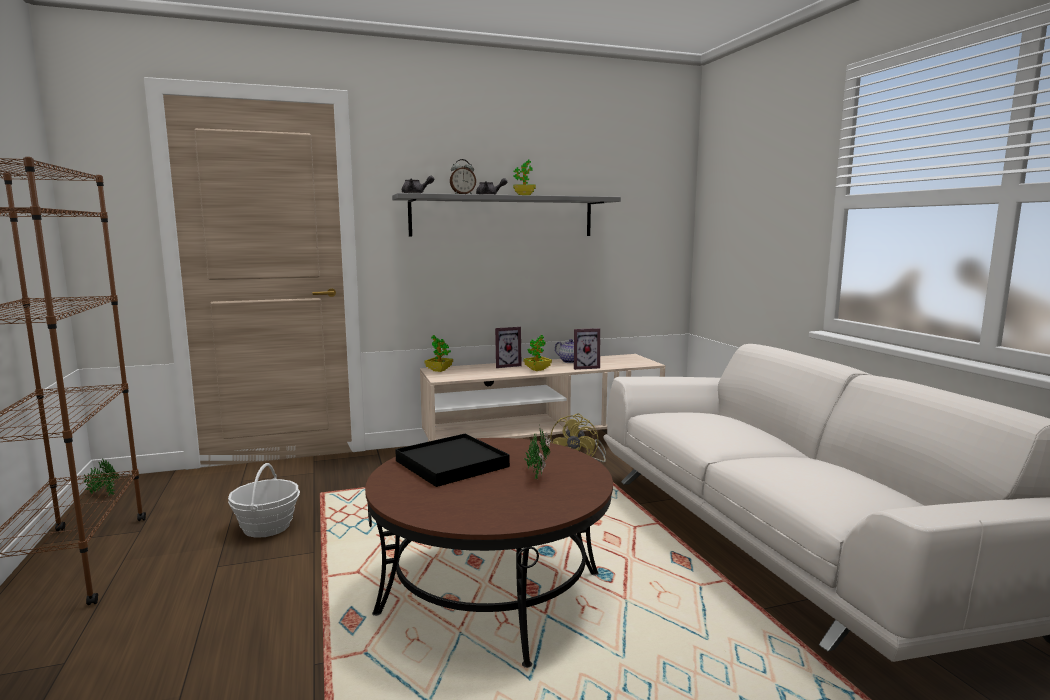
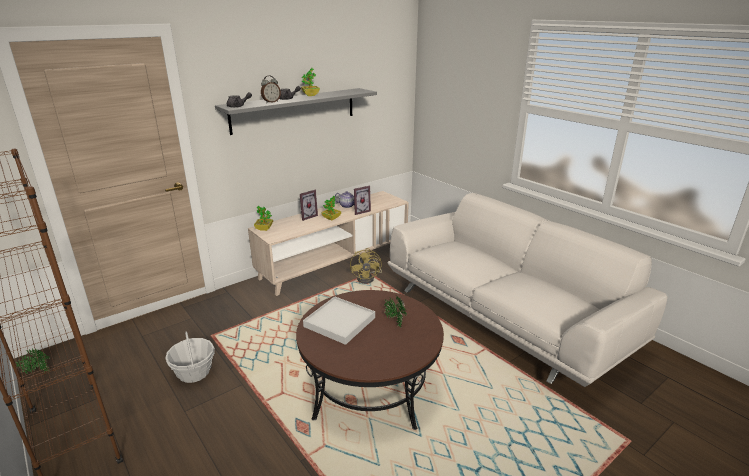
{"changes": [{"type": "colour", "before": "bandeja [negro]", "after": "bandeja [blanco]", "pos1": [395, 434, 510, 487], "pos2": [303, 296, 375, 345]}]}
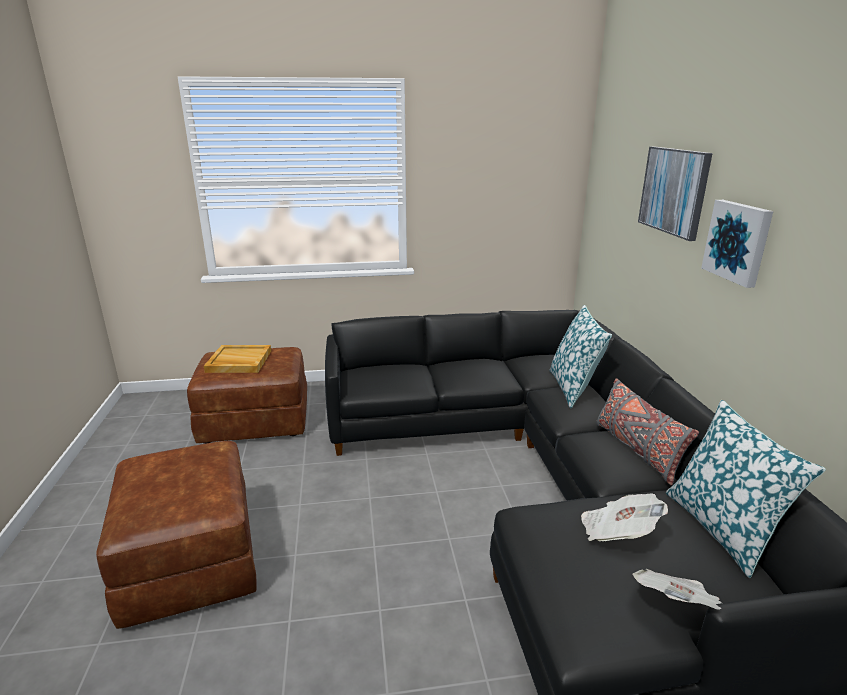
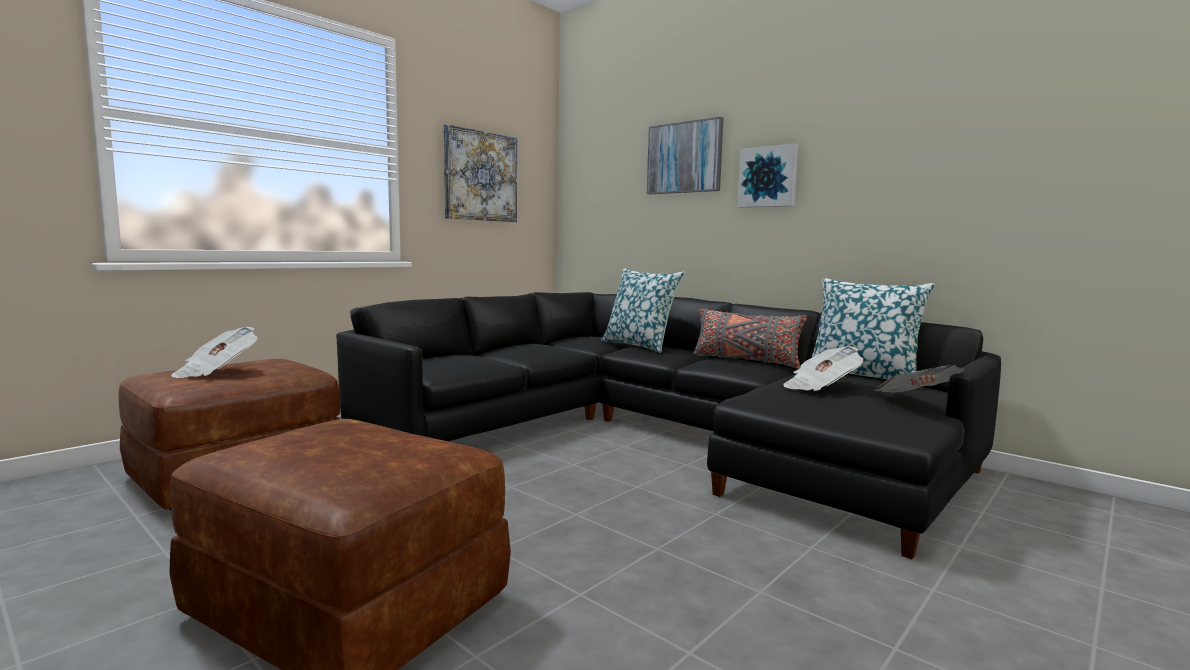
{"changes": [{"type": "exchanged", "before": "bandeja [beis]", "after": "periódico", "pos1": [204, 345, 271, 373], "pos2": [171, 327, 257, 378]}, {"type": "appeared", "after": "cuadro", "pos2": [444, 124, 517, 222]}]}
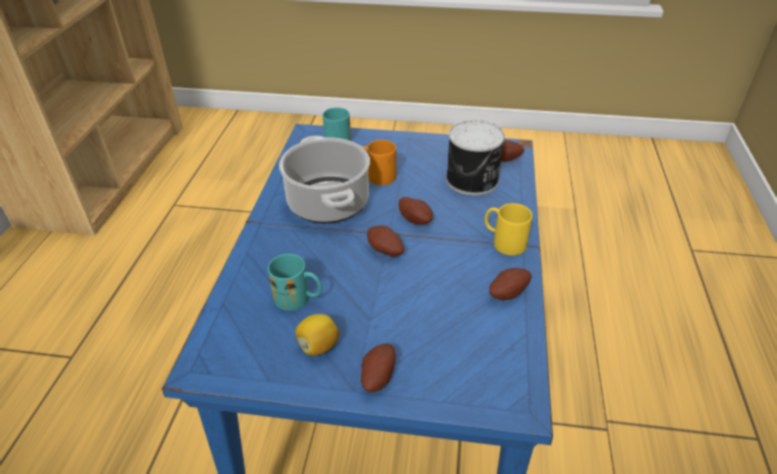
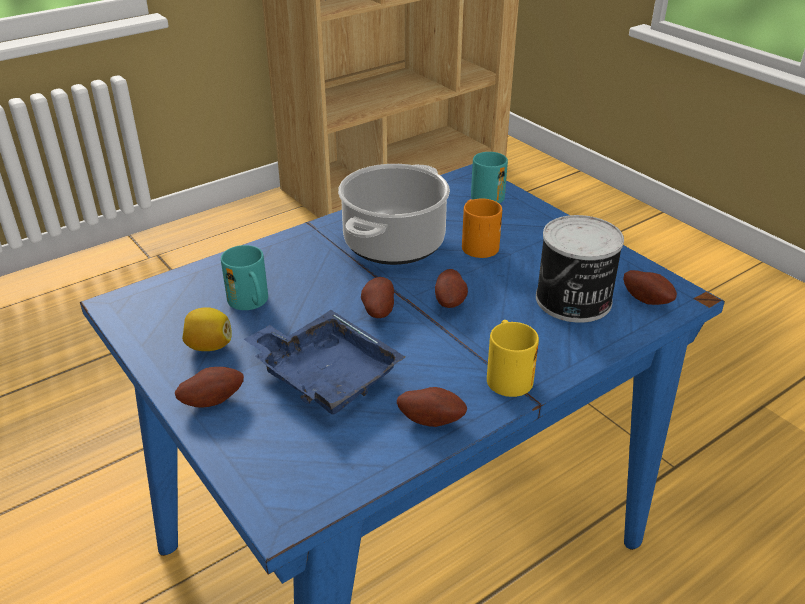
{"changes": [{"type": "appeared", "after": "bandeja [azul]", "pos2": [244, 310, 405, 415]}]}
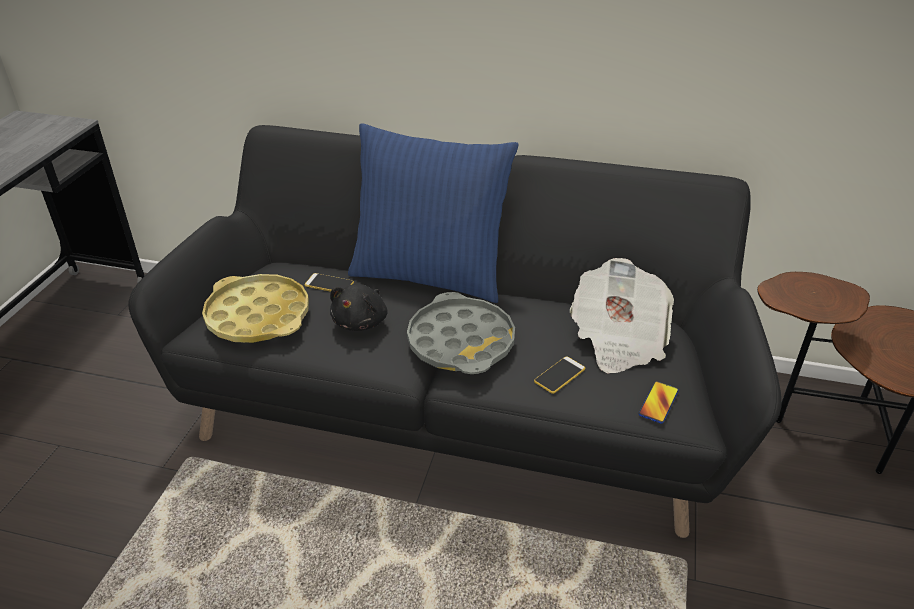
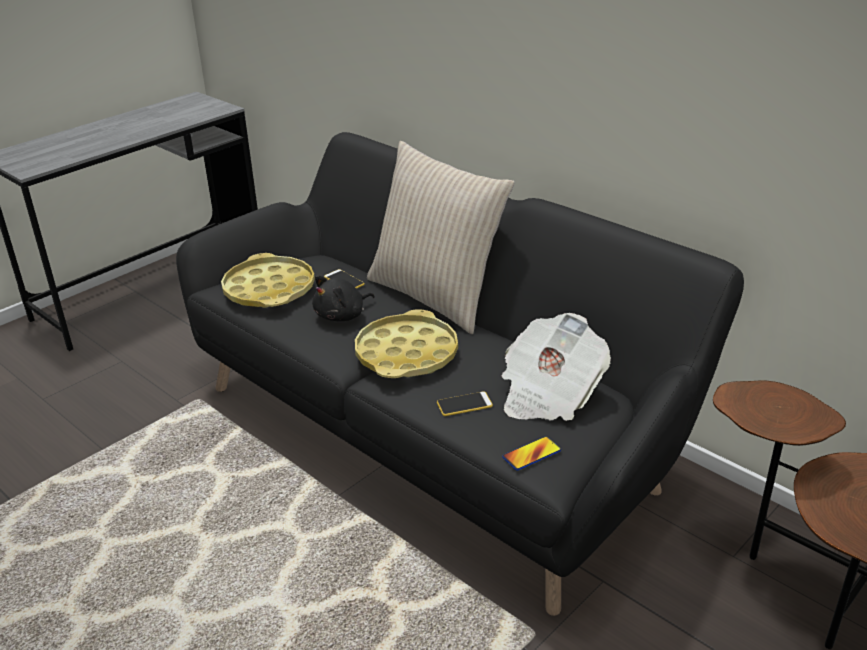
{"changes": [{"type": "colour", "before": "bandeja [gris]", "after": "bandeja [amarillo]", "pos1": [407, 292, 515, 374], "pos2": [355, 309, 458, 378]}, {"type": "colour", "before": "cojín [azul]", "after": "cojín [beis]", "pos1": [348, 123, 519, 303], "pos2": [367, 141, 515, 334]}]}
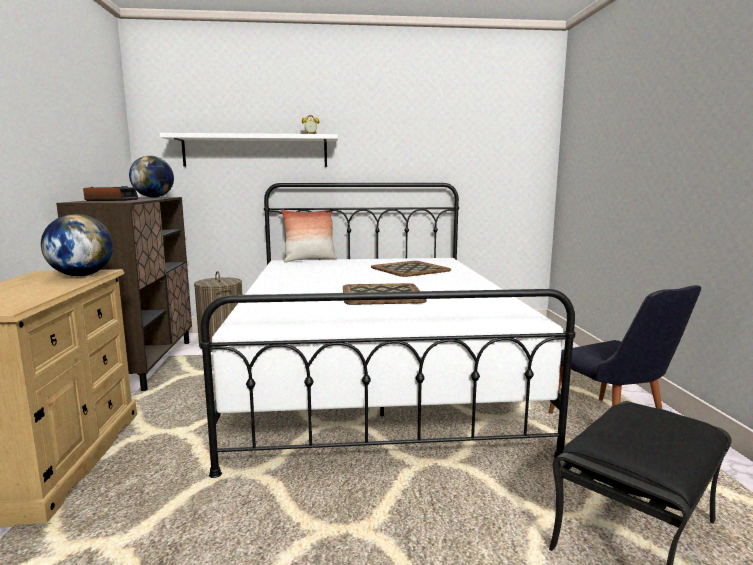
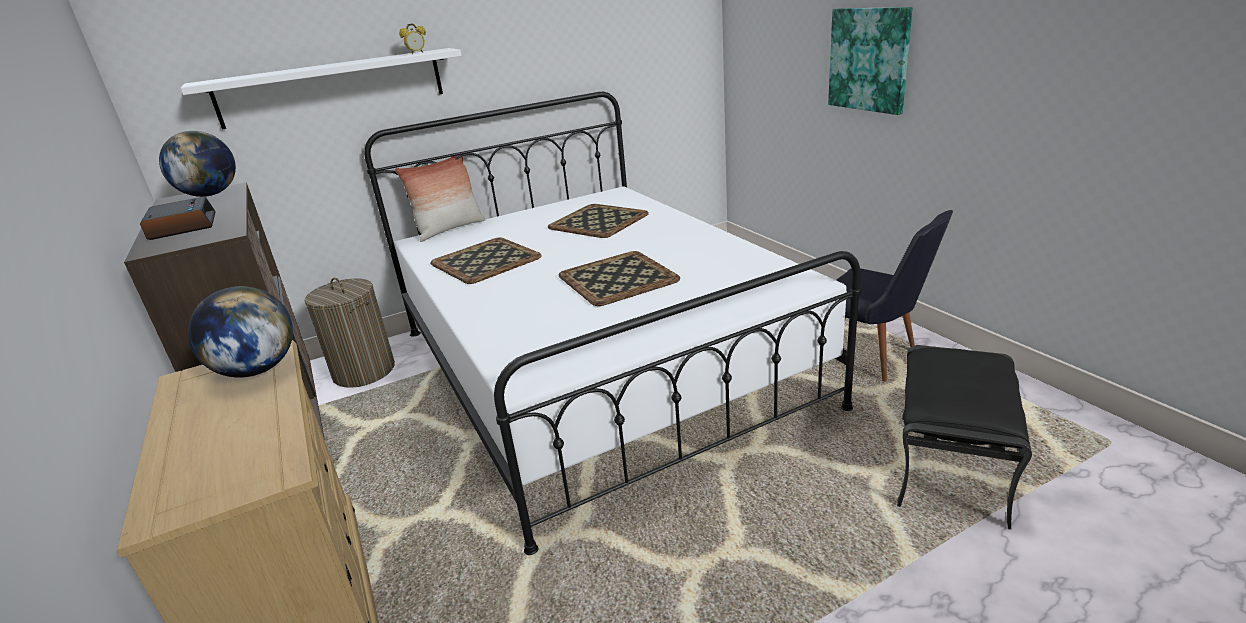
{"changes": [{"type": "appeared", "after": "bandeja", "pos2": [430, 237, 542, 284]}, {"type": "appeared", "after": "cuadro", "pos2": [828, 7, 913, 115]}]}
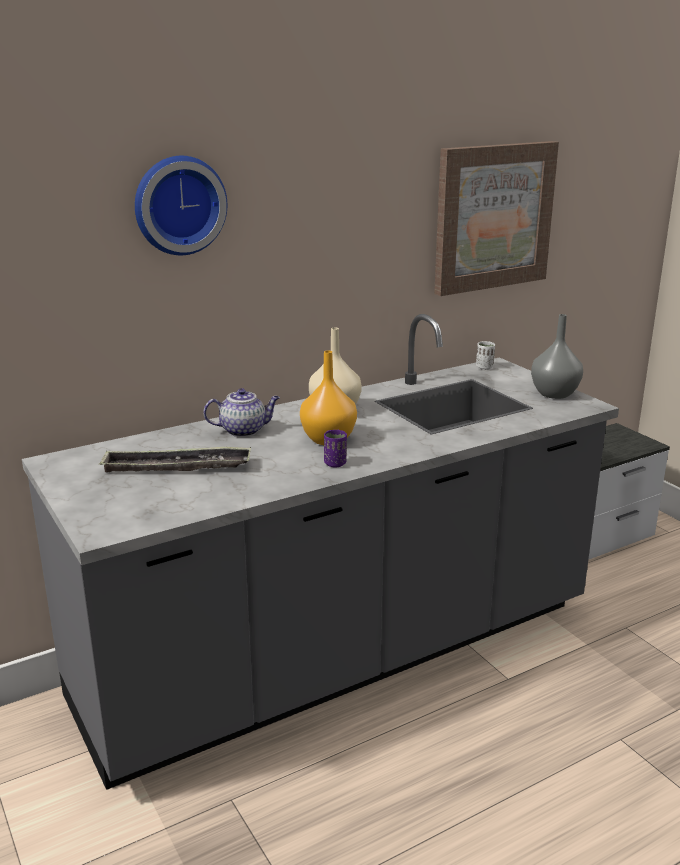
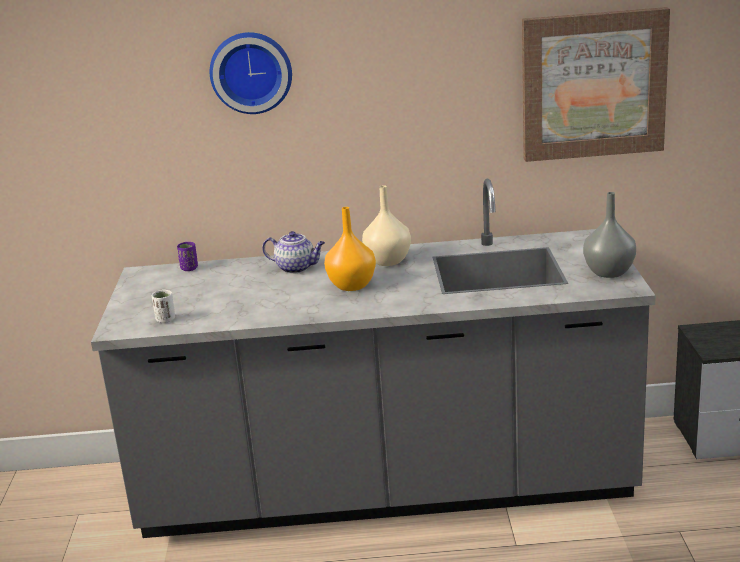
{"changes": [{"type": "relocated", "before": "taza [blanco]", "pos1": [476, 341, 495, 370], "pos2": [152, 290, 175, 323]}, {"type": "relocated", "before": "taza [morado]", "pos1": [324, 430, 347, 467], "pos2": [177, 242, 198, 271]}, {"type": "missing", "before": "bandeja", "pos1": [99, 447, 251, 473]}]}
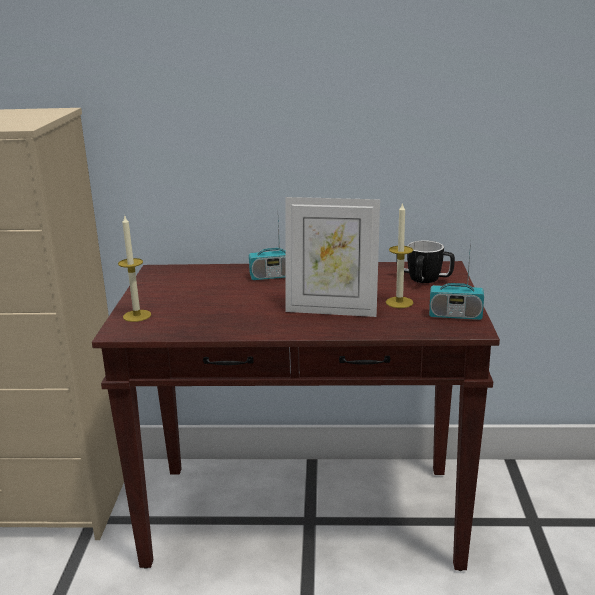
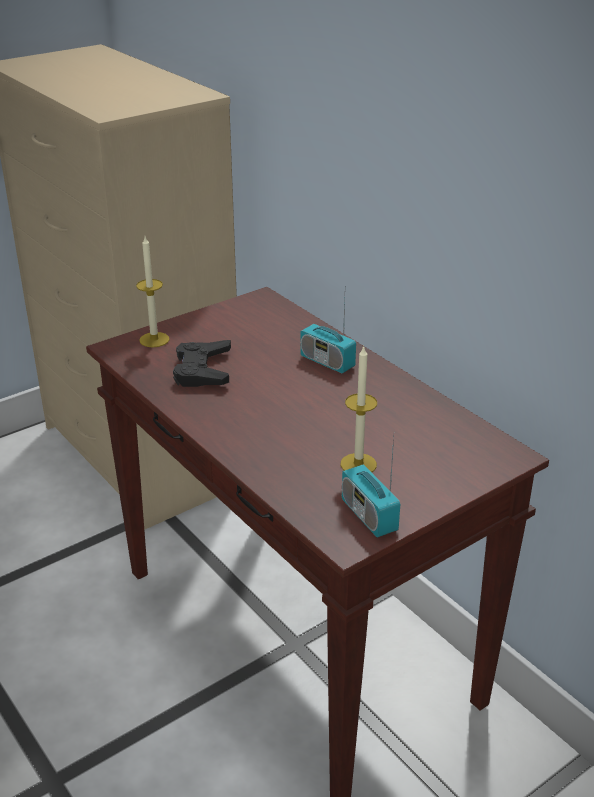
{"changes": [{"type": "appeared", "after": "mando de consola [negro]", "pos2": [173, 340, 231, 387]}, {"type": "missing", "before": "portarretratos", "pos1": [286, 197, 380, 317]}, {"type": "missing", "before": "taza grande", "pos1": [396, 240, 455, 283]}]}
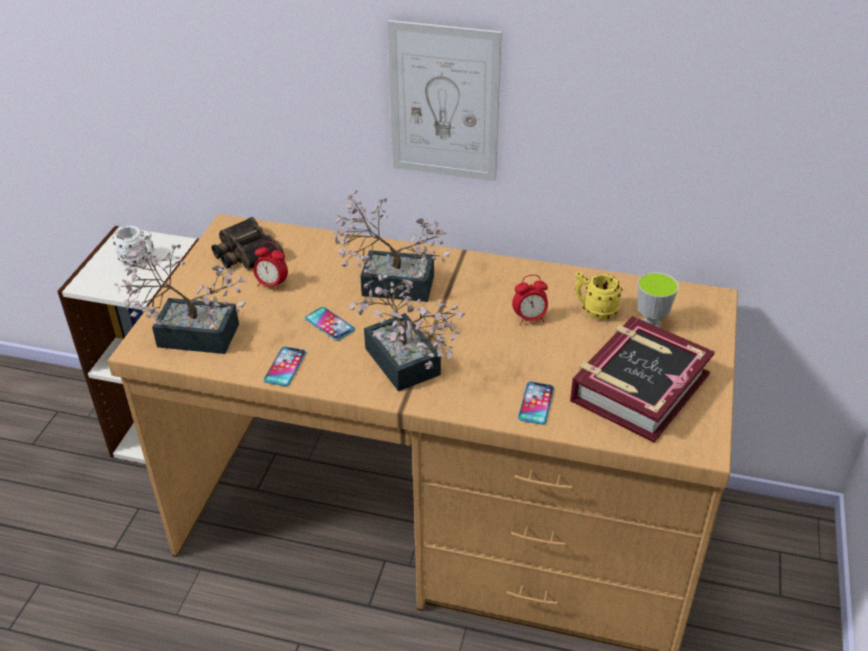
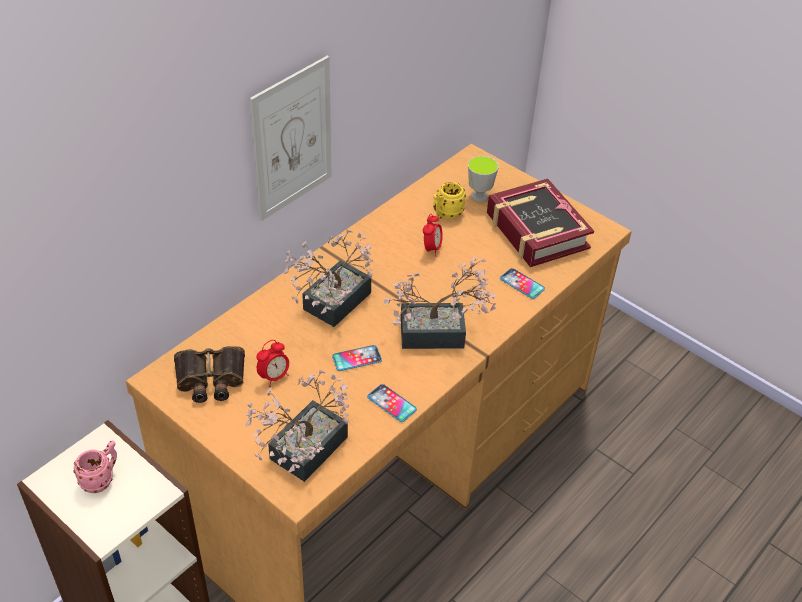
{"changes": [{"type": "colour", "before": "taza grande [blanco]", "after": "taza grande [rosa]", "pos1": [113, 226, 153, 266], "pos2": [73, 440, 117, 493]}]}
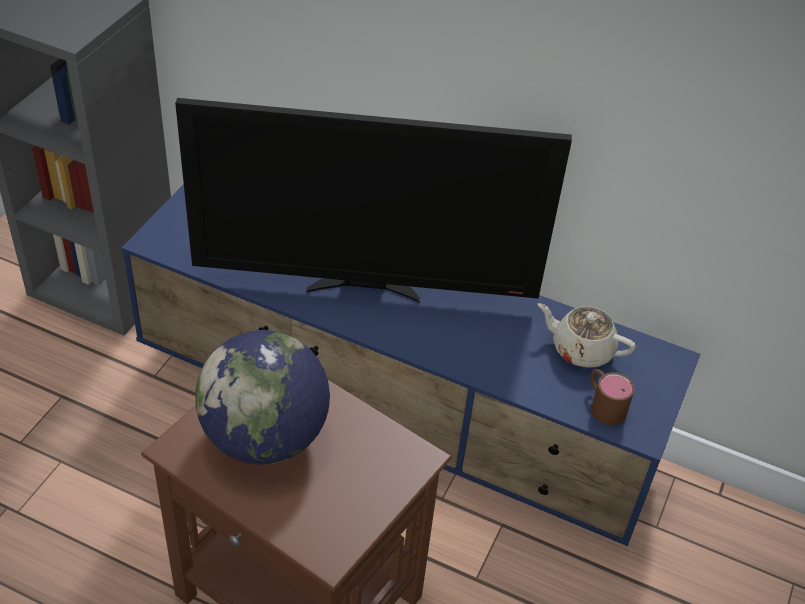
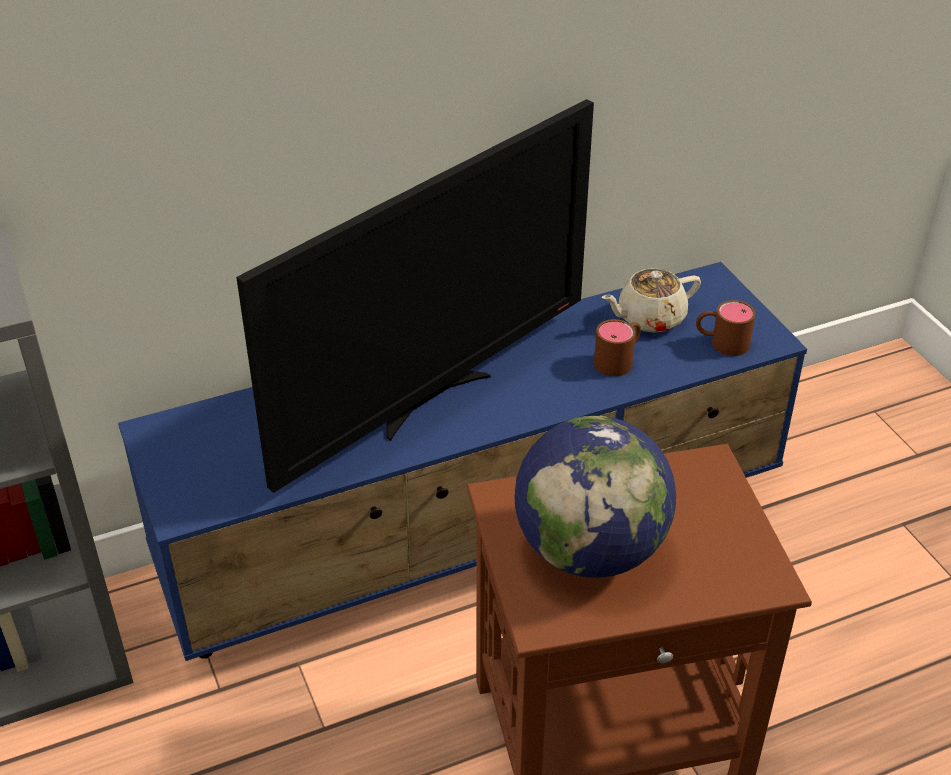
{"changes": [{"type": "appeared", "after": "taza grande [marrón]", "pos2": [594, 319, 641, 376]}]}
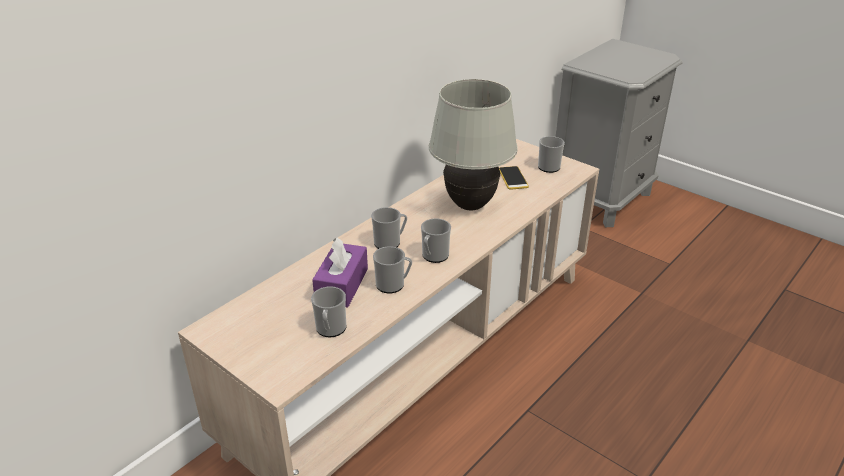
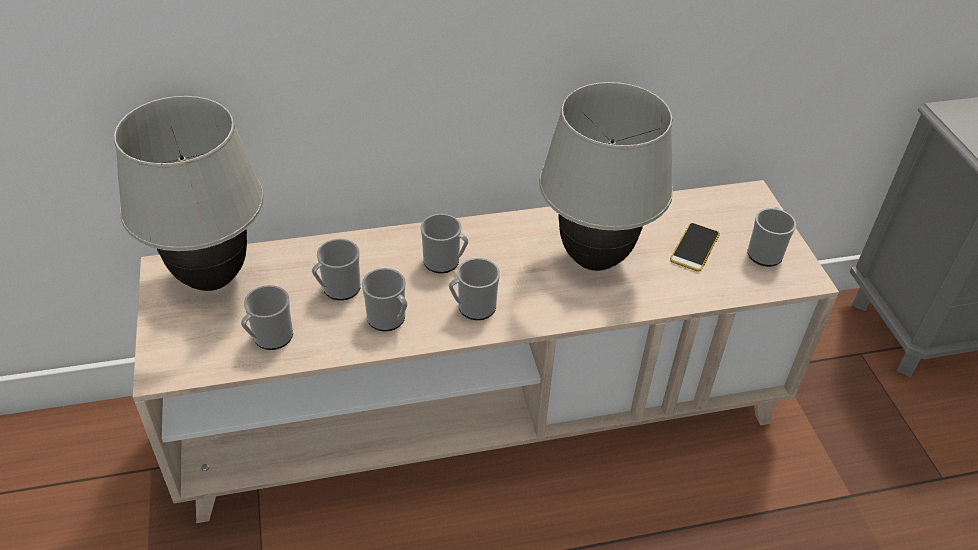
{"changes": [{"type": "appeared", "after": "lámpara de mesa [blanco]", "pos2": [114, 96, 264, 291]}, {"type": "exchanged", "before": "caja de pañuelos [morado]", "after": "taza grande", "pos1": [312, 238, 368, 308], "pos2": [312, 239, 361, 300]}]}
